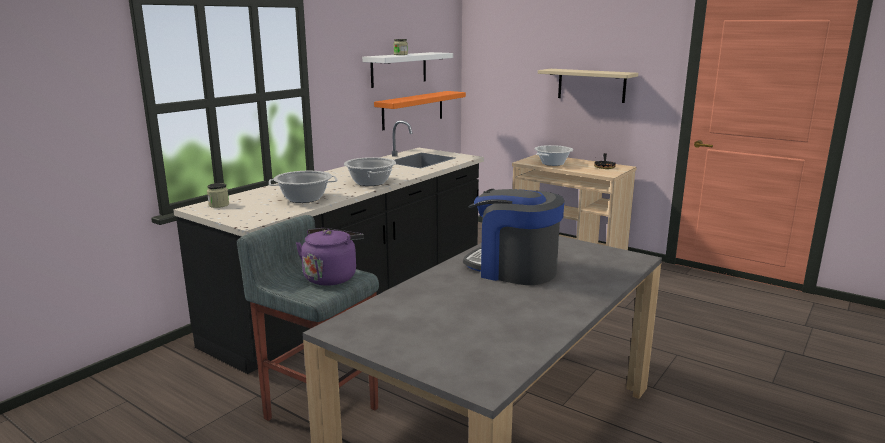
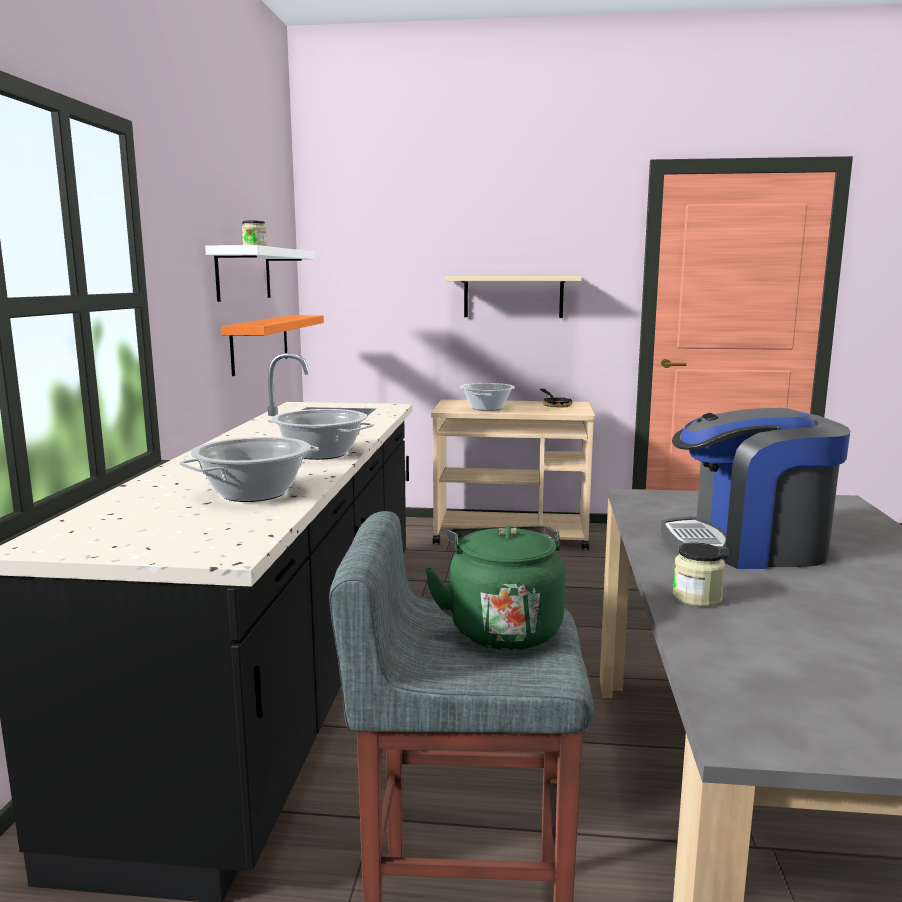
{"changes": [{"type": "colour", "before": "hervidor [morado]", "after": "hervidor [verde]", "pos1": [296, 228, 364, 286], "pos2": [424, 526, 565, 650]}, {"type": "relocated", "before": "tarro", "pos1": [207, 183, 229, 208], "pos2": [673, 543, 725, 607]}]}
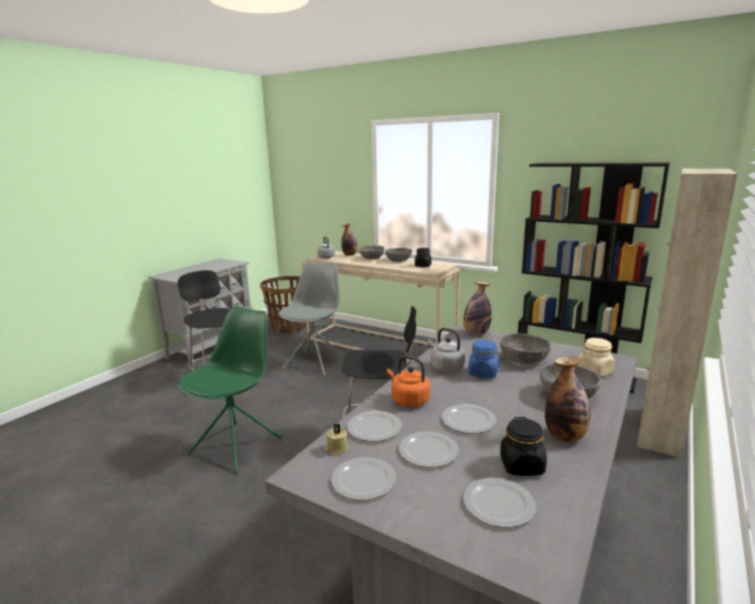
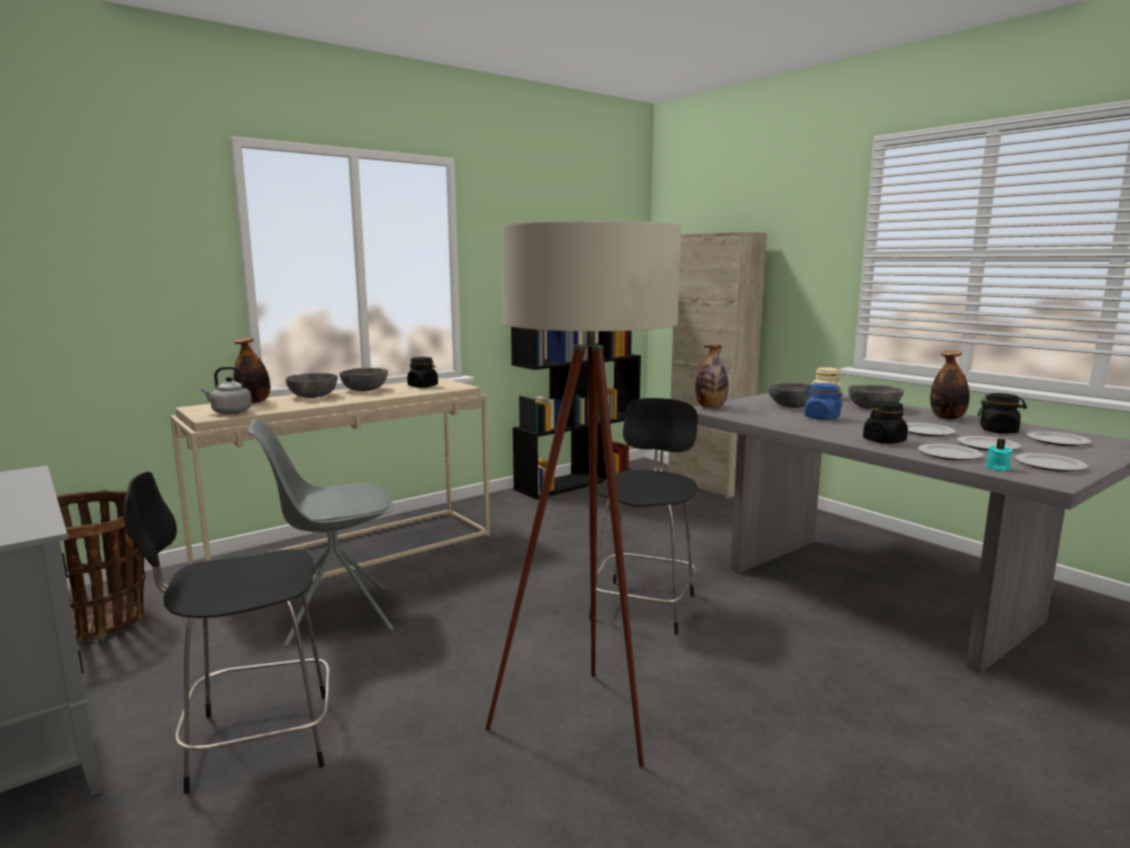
{"changes": [{"type": "spun", "before": "silla [gris]", "pos1": [279, 262, 345, 376], "pos2": [247, 418, 394, 648], "turn": -60}, {"type": "exchanged", "before": "silla [verde]", "after": "lámpara de pie [beis]", "pos1": [178, 306, 282, 474], "pos2": [485, 221, 681, 768]}, {"type": "exchanged", "before": "hervidor [naranja]", "after": "tarro [negro]", "pos1": [387, 356, 430, 407], "pos2": [863, 401, 908, 444]}, {"type": "colour", "before": "vela [beis]", "after": "vela [turquesa]", "pos1": [325, 424, 349, 455], "pos2": [984, 439, 1012, 472]}, {"type": "missing", "before": "hervidor [gris]", "pos1": [428, 328, 465, 372]}]}
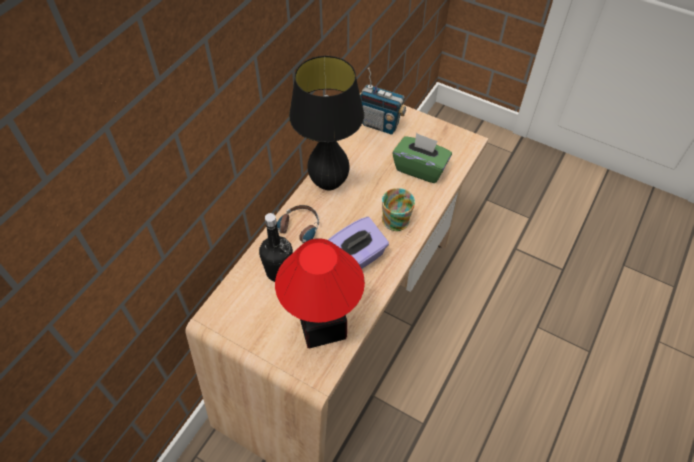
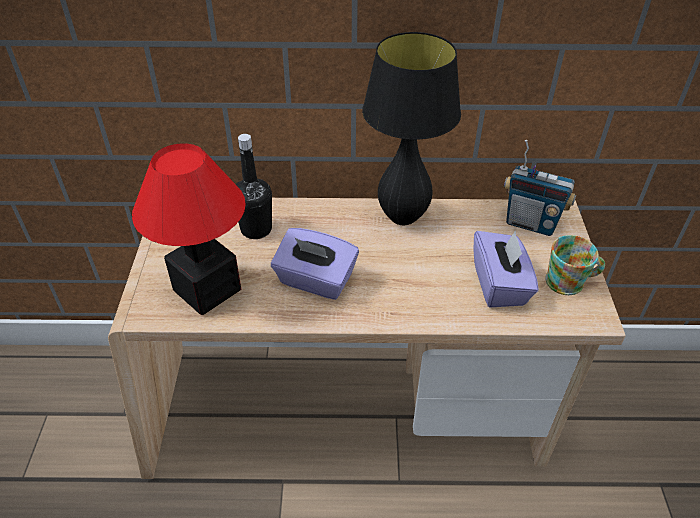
{"changes": [{"type": "colour", "before": "caja de pañuelos [verde]", "after": "caja de pañuelos [morado]", "pos1": [392, 133, 452, 183], "pos2": [473, 230, 539, 308]}, {"type": "spun", "before": "radio", "pos1": [360, 68, 406, 134], "pos2": [504, 140, 576, 236], "turn": -60}, {"type": "relocated", "before": "taza grande", "pos1": [382, 188, 415, 231], "pos2": [545, 235, 605, 295]}, {"type": "missing", "before": "auriculares", "pos1": [277, 205, 319, 243]}]}
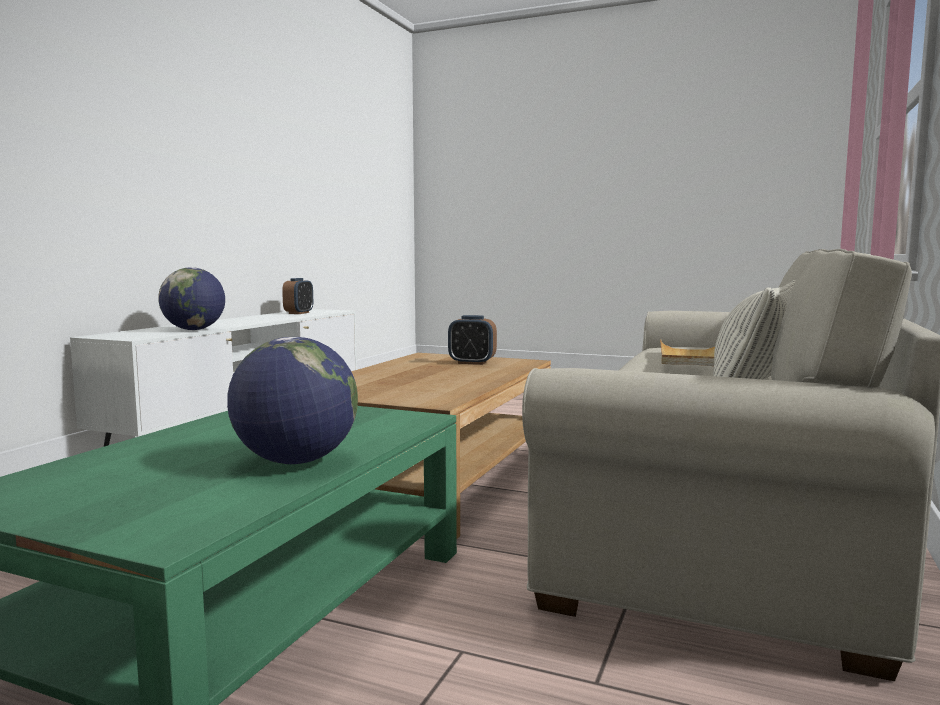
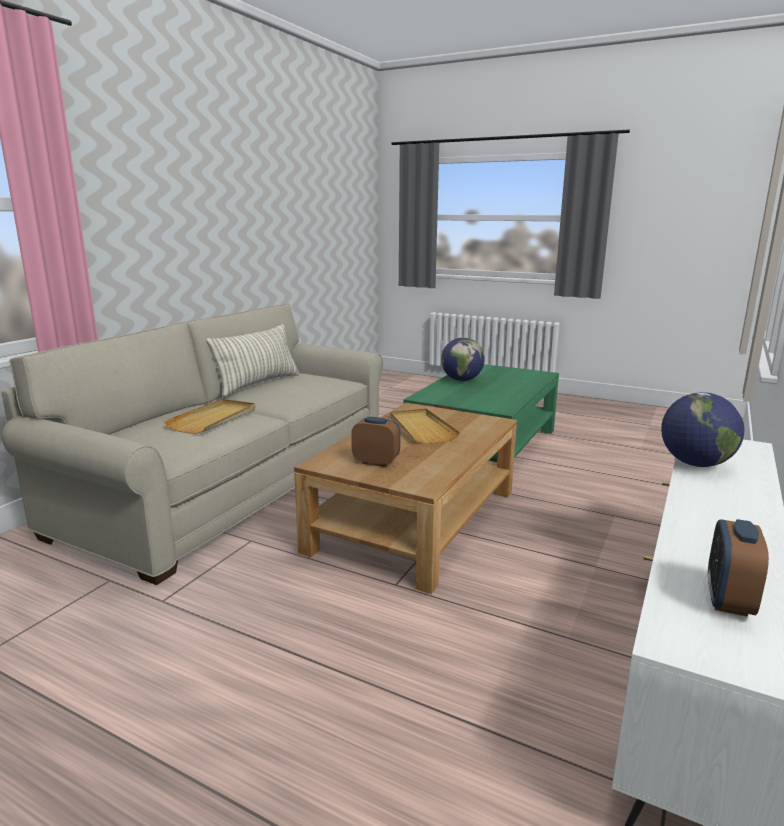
{"changes": [{"type": "appeared", "after": "bandeja [beis]", "pos2": [390, 408, 460, 444]}]}
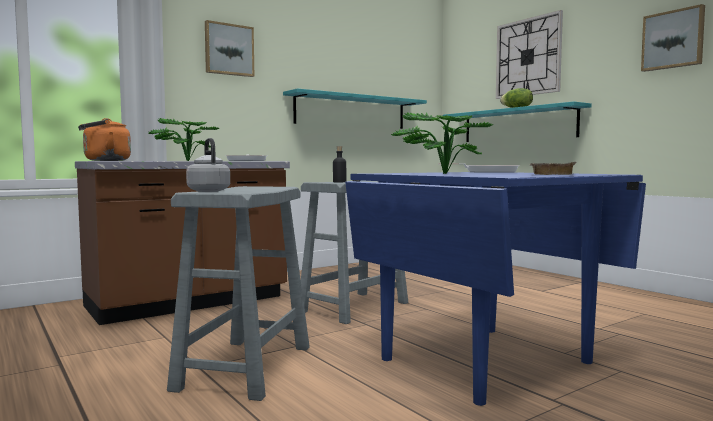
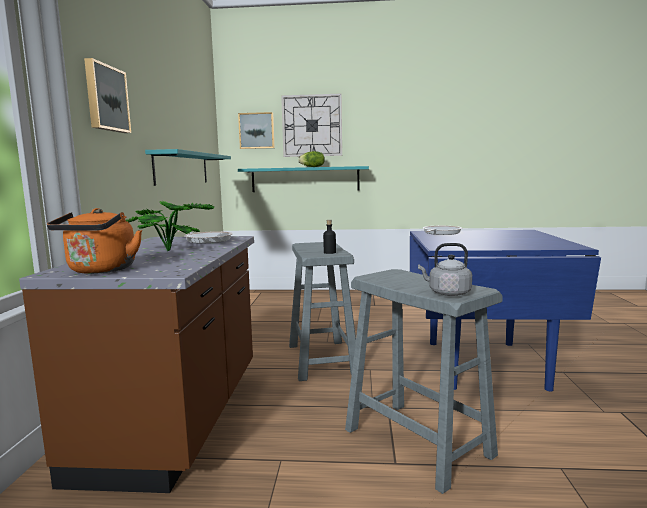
{"changes": [{"type": "relocated", "before": "cuadro", "pos1": [641, 4, 705, 72], "pos2": [238, 112, 275, 149]}, {"type": "missing", "before": "planta en maceta", "pos1": [391, 112, 493, 174]}, {"type": "missing", "before": "bandeja [beis]", "pos1": [529, 162, 576, 175]}]}
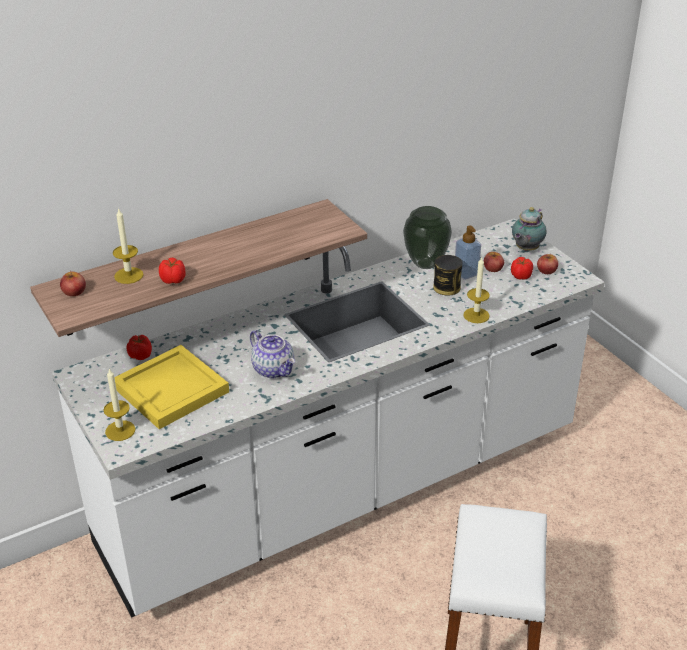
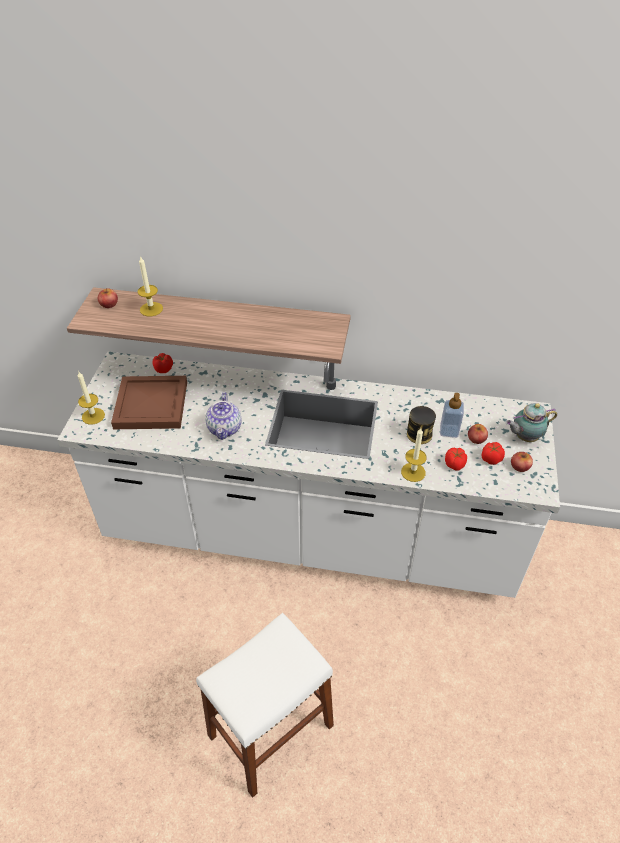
{"changes": [{"type": "colour", "before": "bandeja [amarillo]", "after": "bandeja [marrón]", "pos1": [114, 345, 229, 429], "pos2": [111, 376, 187, 429]}, {"type": "relocated", "before": "tomate", "pos1": [159, 258, 186, 284], "pos2": [445, 447, 467, 470]}, {"type": "missing", "before": "florero", "pos1": [403, 206, 452, 269]}]}
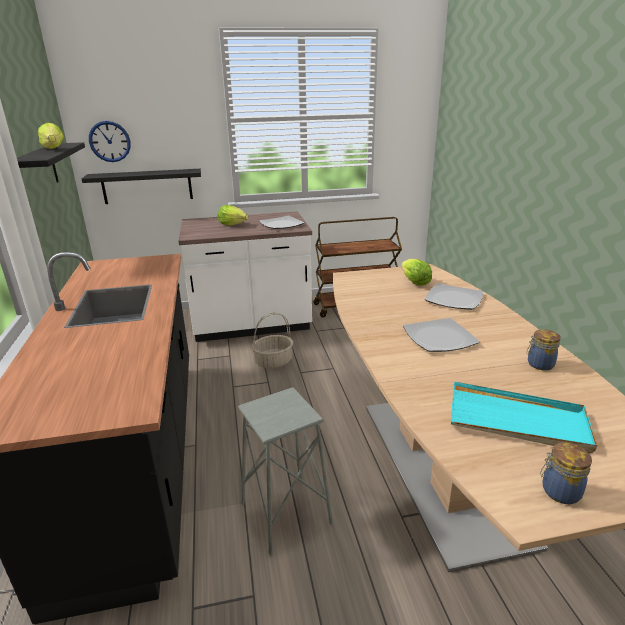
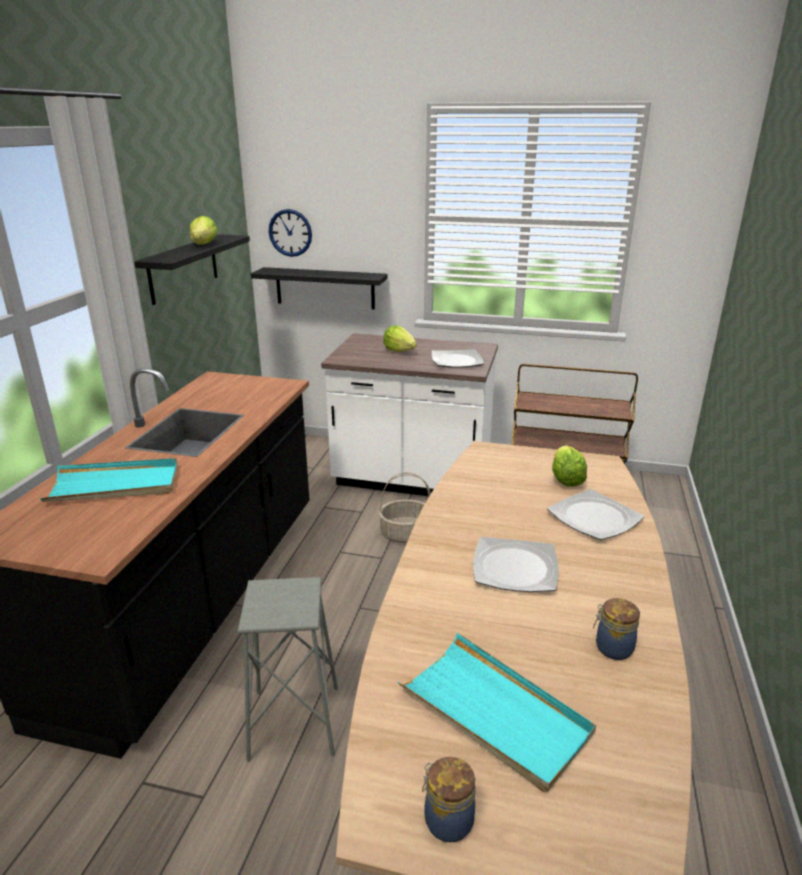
{"changes": [{"type": "appeared", "after": "bandeja [turquesa]", "pos2": [40, 458, 178, 502]}]}
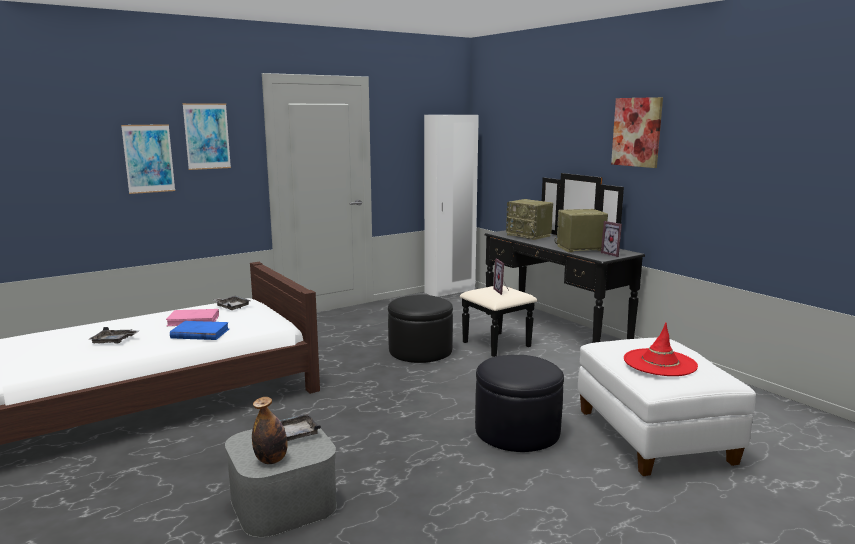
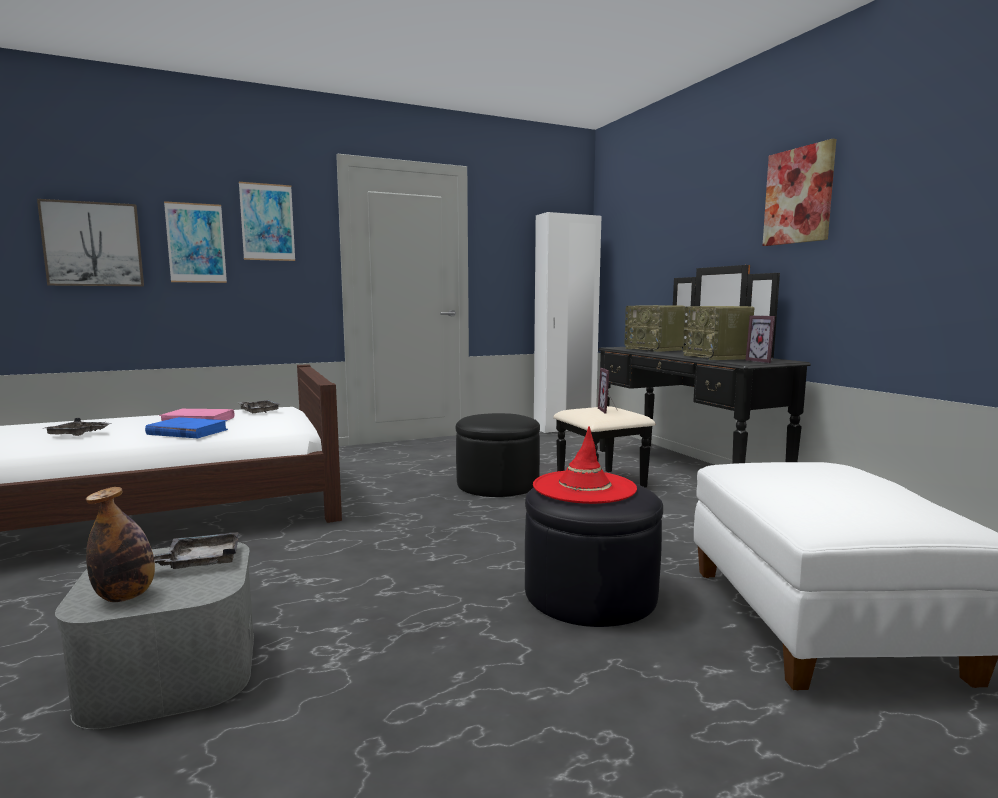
{"changes": [{"type": "appeared", "after": "cuadro", "pos2": [37, 199, 144, 286]}, {"type": "relocated", "before": "sombrero [rojo]", "pos1": [624, 323, 698, 376], "pos2": [533, 426, 637, 504]}, {"type": "spun", "before": "radio", "pos1": [554, 209, 608, 253], "pos2": [683, 306, 755, 360], "turn": -105}]}
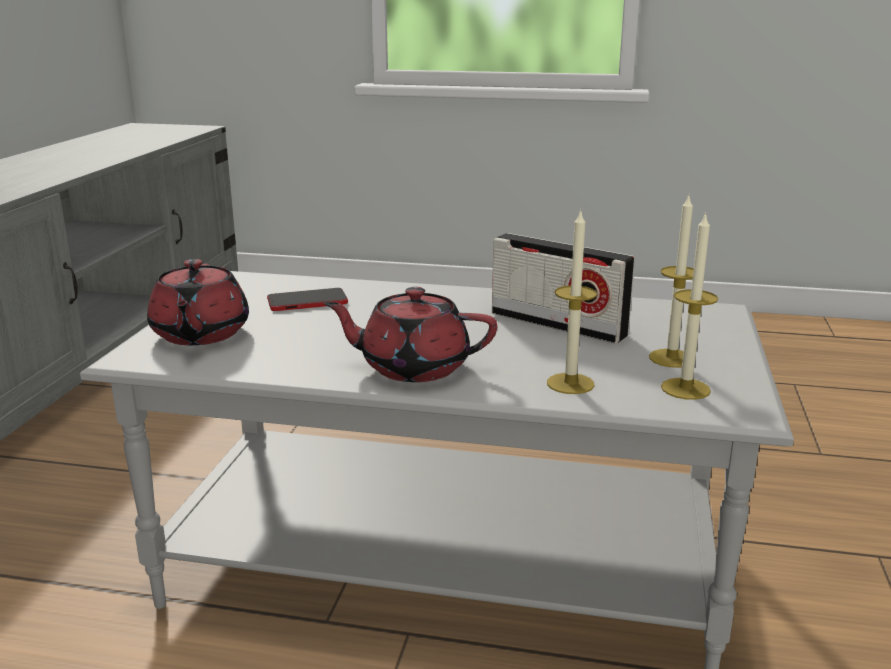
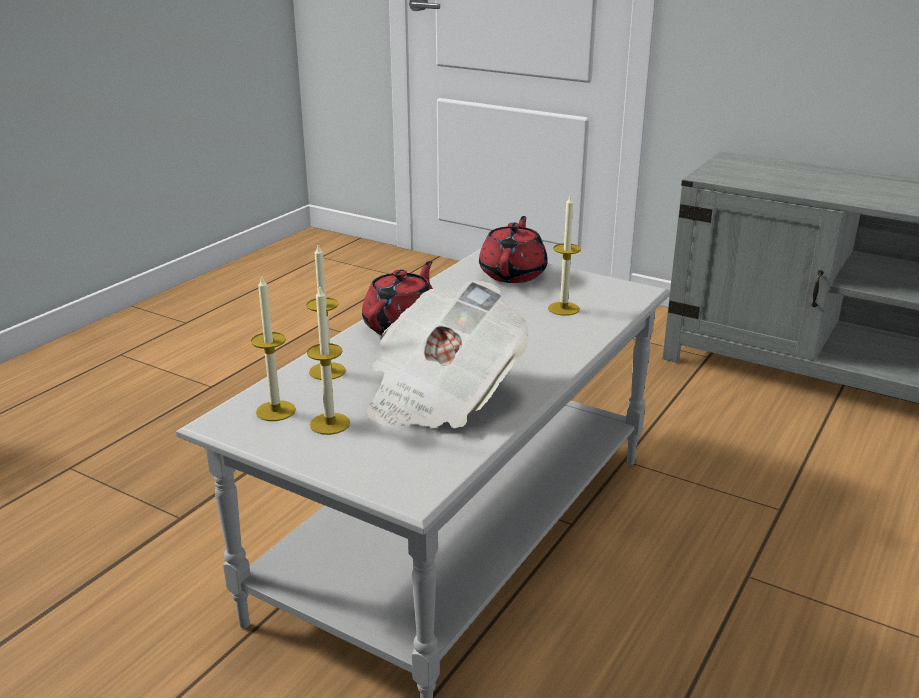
{"changes": [{"type": "exchanged", "before": "radio", "after": "periódico", "pos1": [492, 233, 635, 344], "pos2": [367, 280, 529, 428]}, {"type": "spun", "before": "tetera [rojo]", "pos1": [147, 259, 249, 345], "pos2": [479, 216, 548, 283], "turn": 90}, {"type": "exchanged", "before": "móvil", "after": "vela", "pos1": [267, 288, 348, 311], "pos2": [548, 194, 581, 316]}]}
